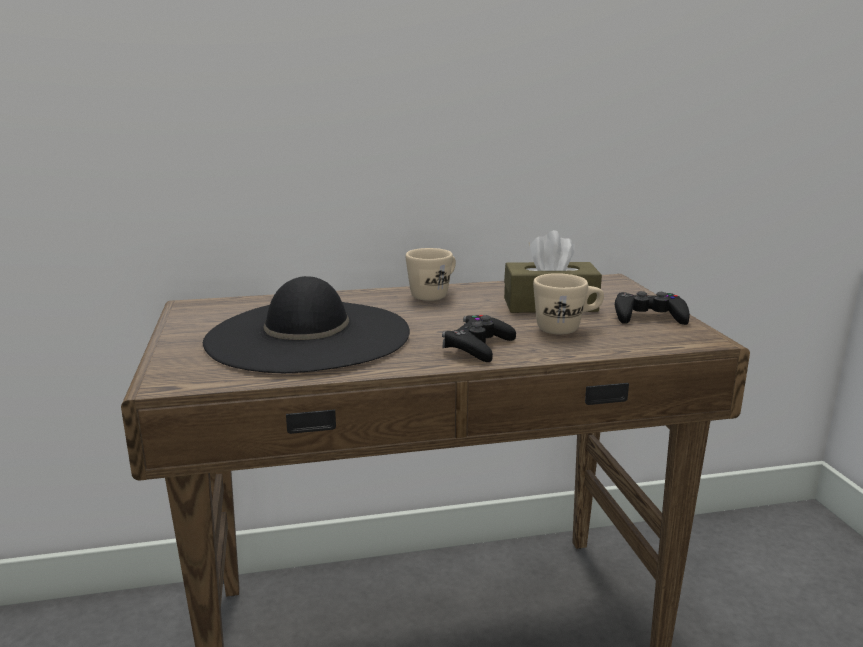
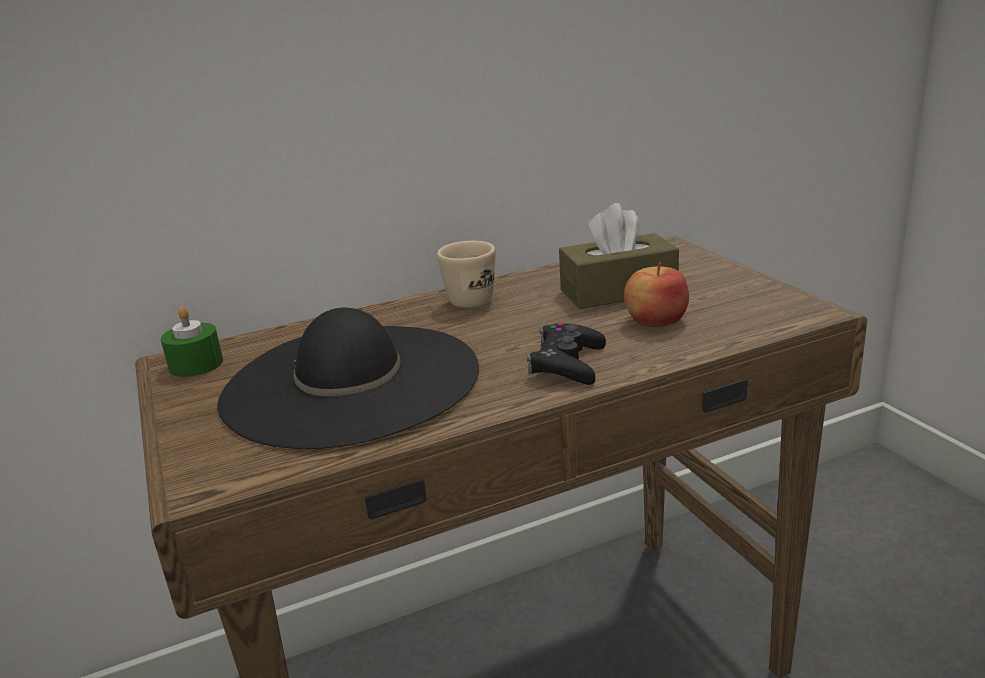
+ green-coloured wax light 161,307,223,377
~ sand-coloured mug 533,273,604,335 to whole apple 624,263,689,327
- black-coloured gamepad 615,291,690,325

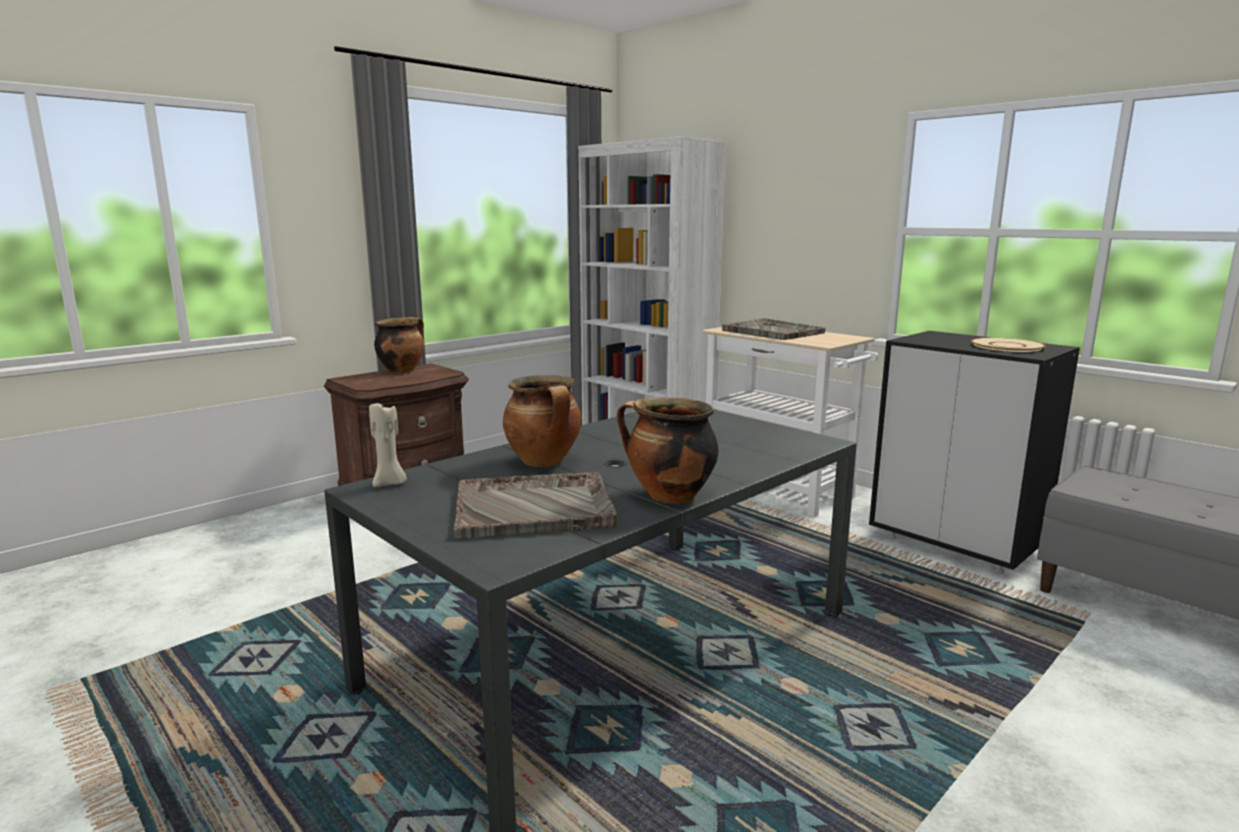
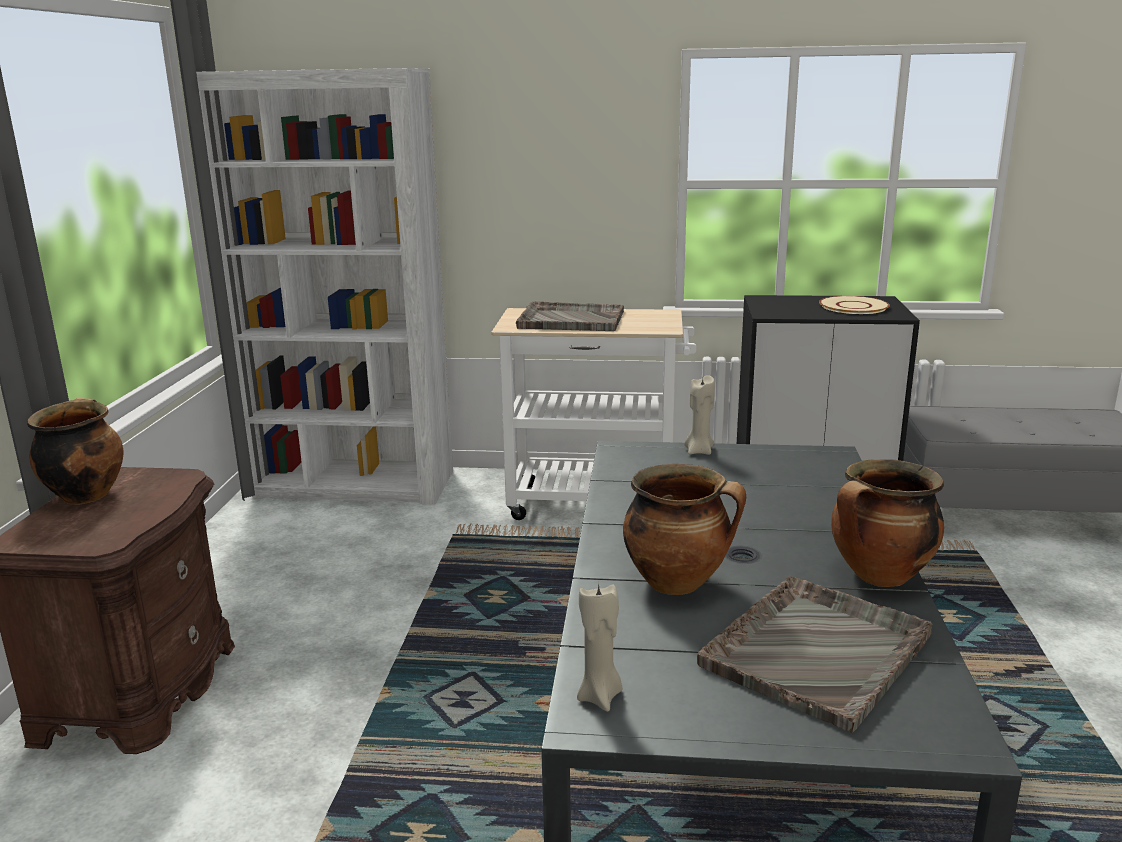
+ sand-coloured wax light 685,375,715,455

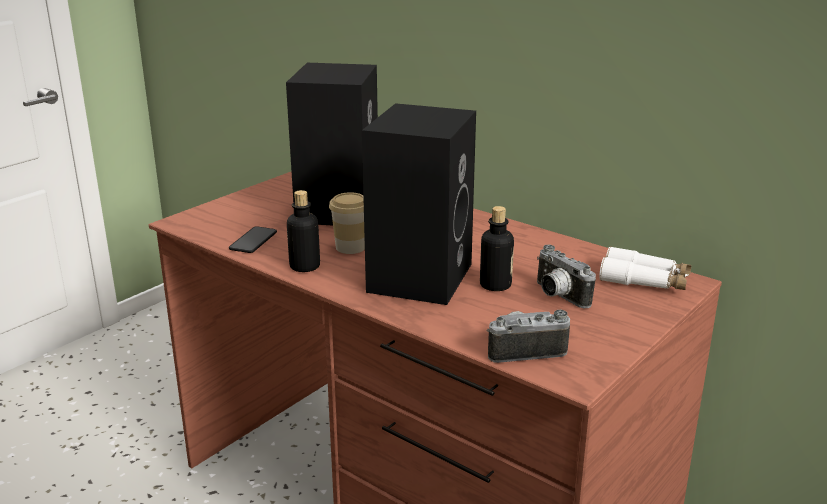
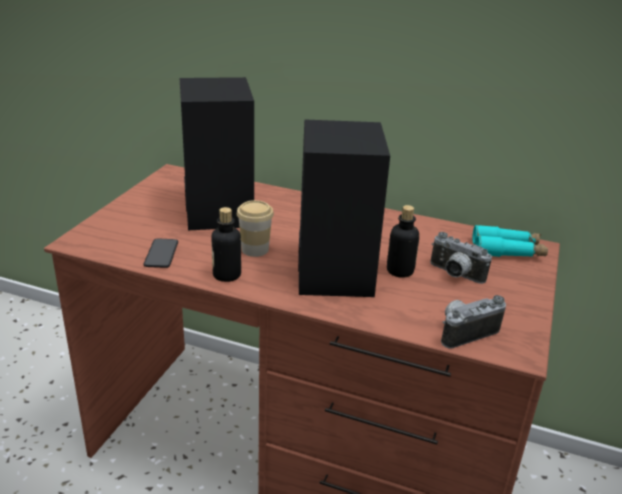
~ whitish field glasses 599,246,692,290 to blue-green field glasses 473,225,548,257

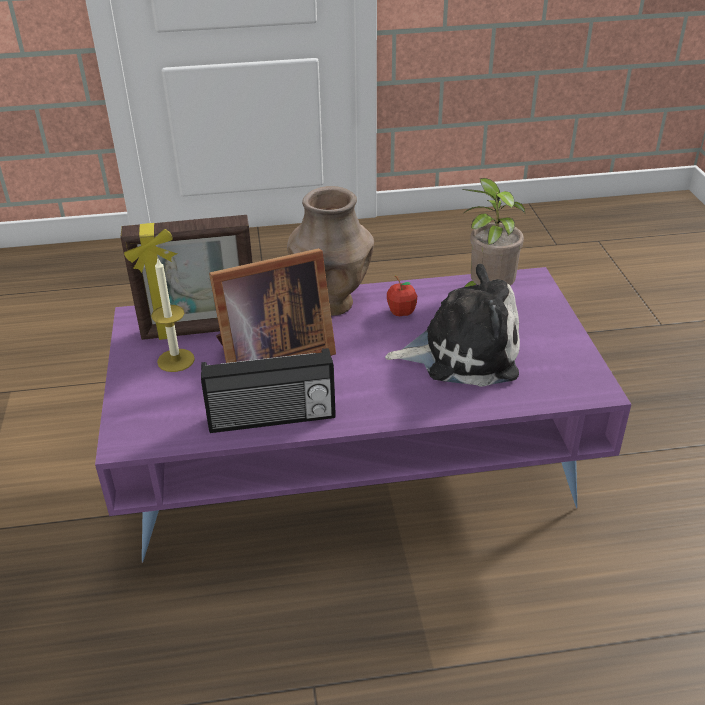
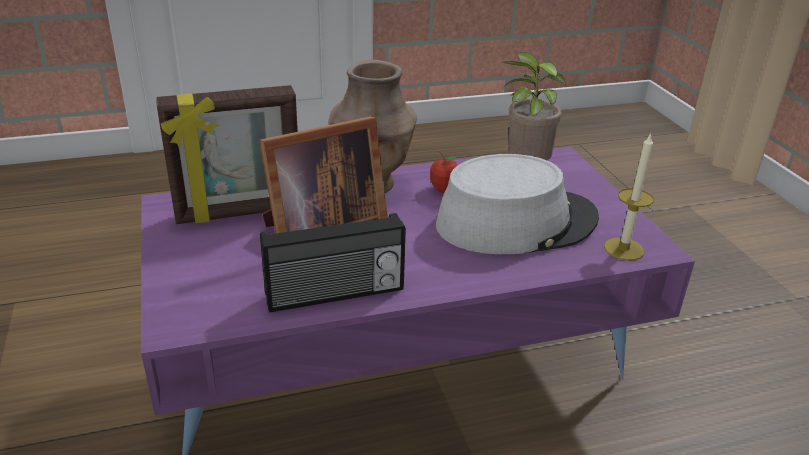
~ cuddly toy 385,264,520,387 to grey clothing hat 436,154,599,254
~ wax light 151,257,195,372 to 604,132,654,260

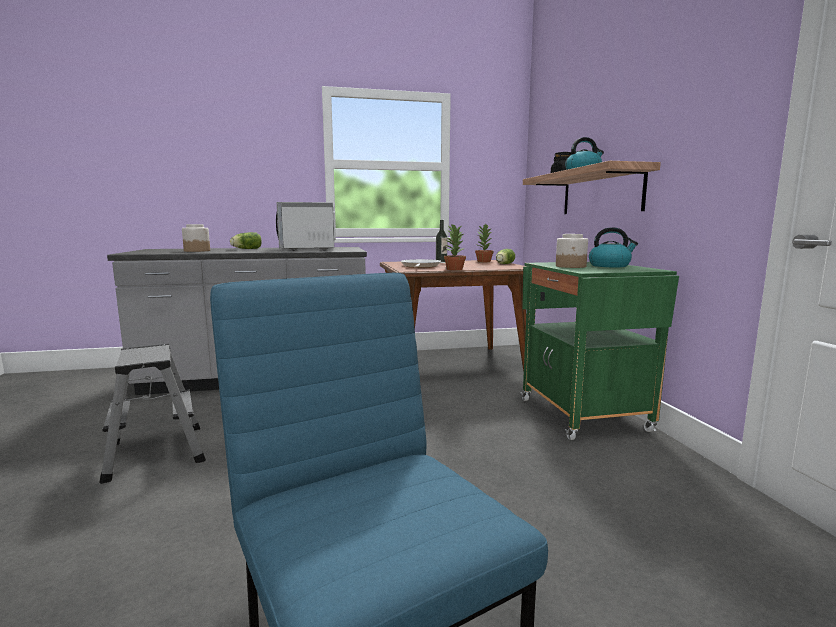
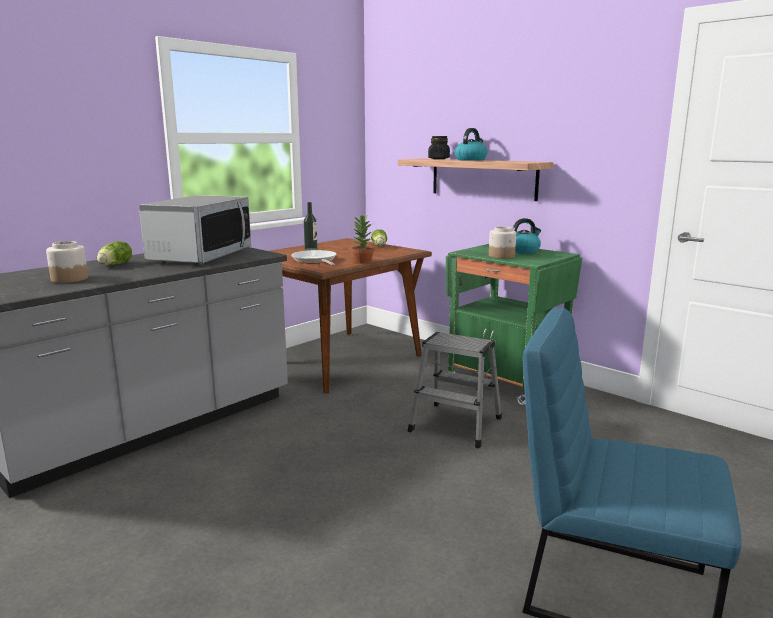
~ microwave 276,202,336,251 = 139,195,251,264 120 degrees counterclockwise
~ grey step ladder 100,344,206,484 to 408,331,502,448
- potted plant 475,224,494,262

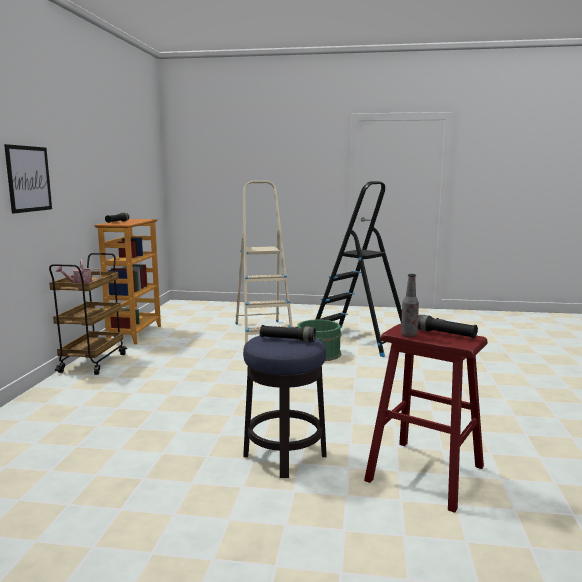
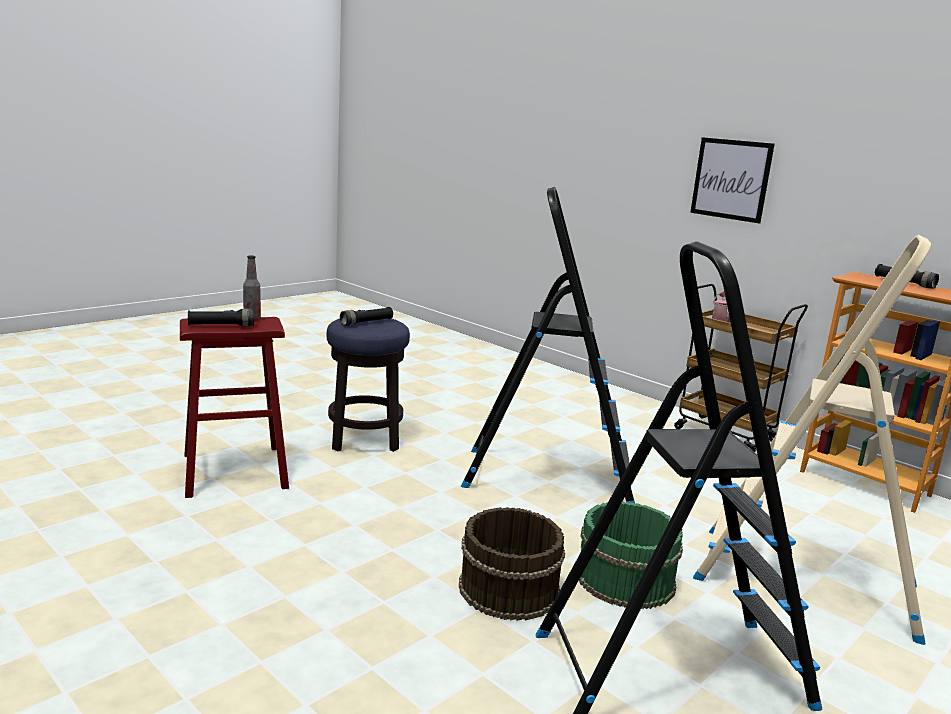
+ brownish pail 459,507,565,621
+ black-coloured step ladder 461,187,635,503

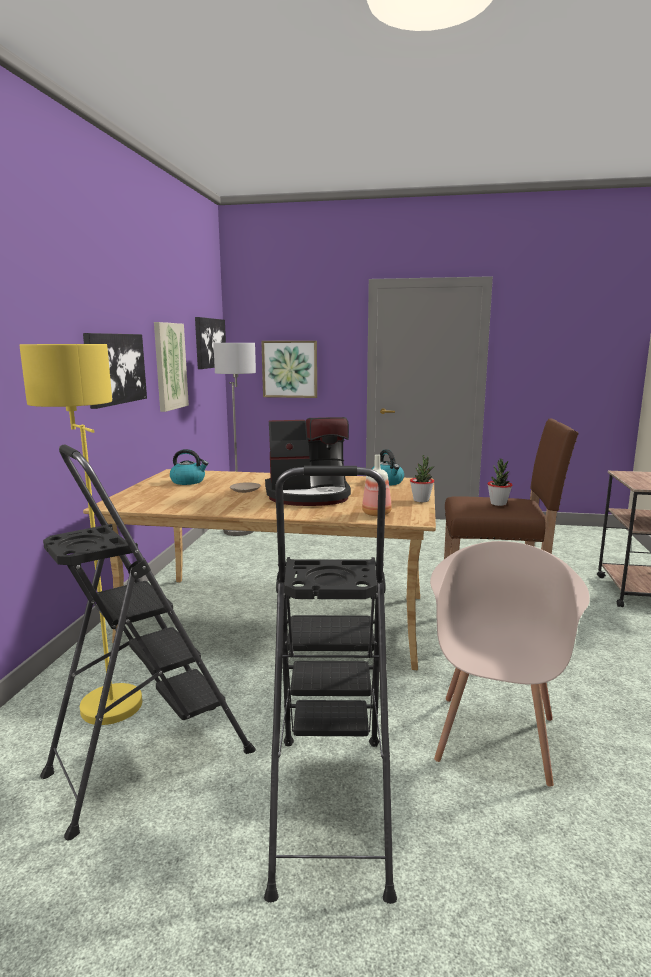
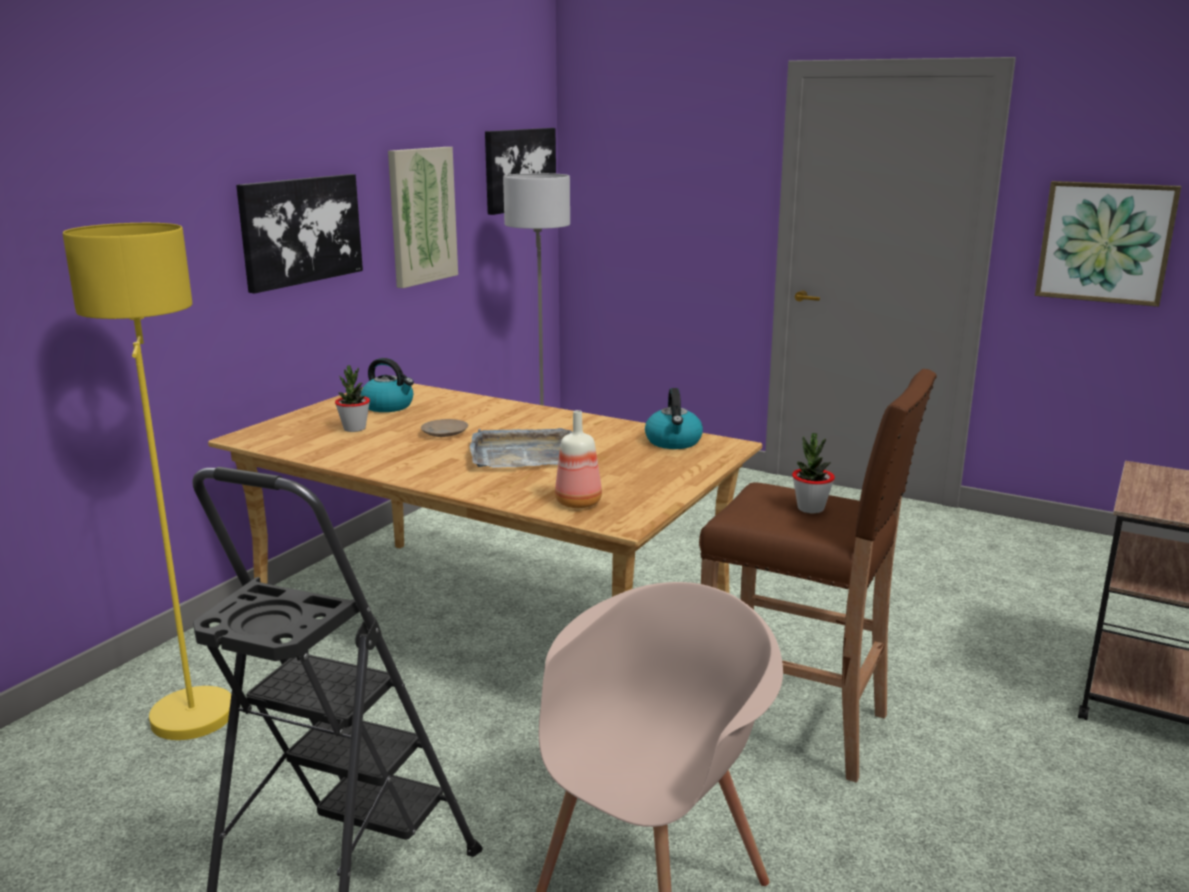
~ potted plant 410,455,434,502 to 335,365,370,432
~ coffee maker 265,417,351,506 to grey serving tray 470,428,572,468
~ wall picture 261,341,317,398 to 1035,181,1181,307
- step ladder 40,444,256,840

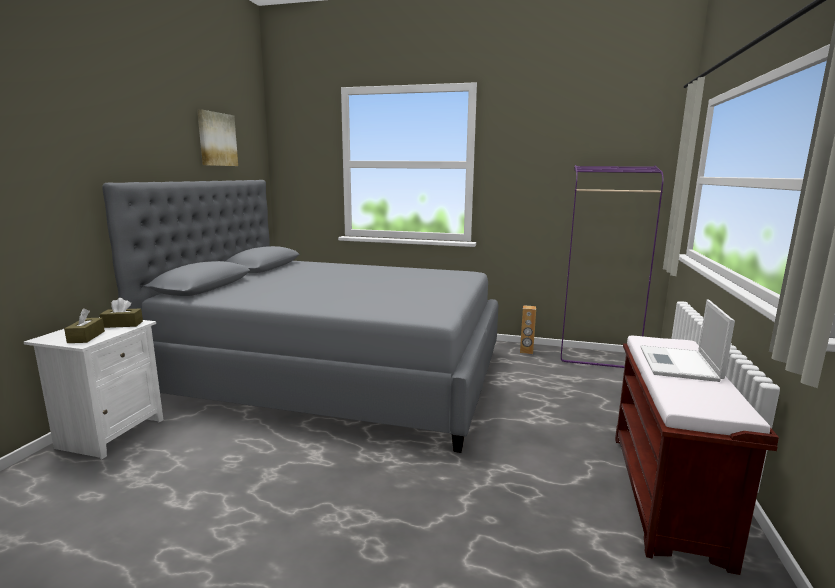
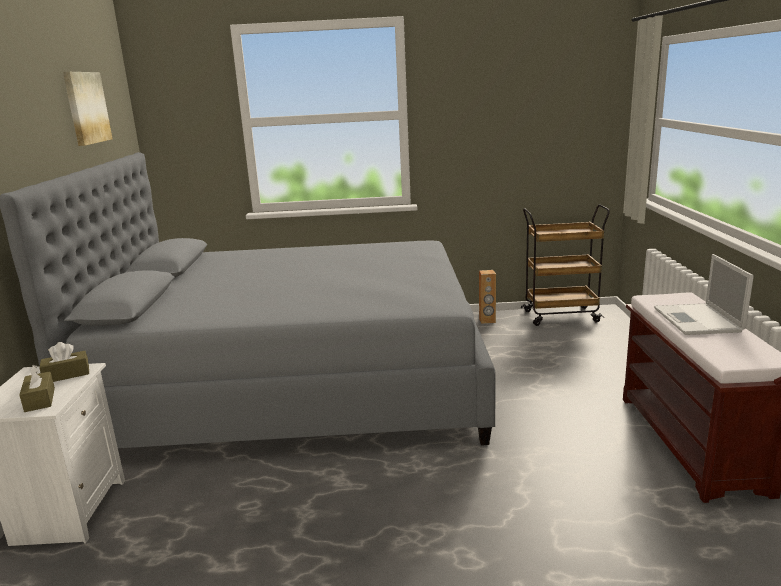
~ purple-coloured garment rack 561,165,664,368 to brownish trolley 521,204,610,326

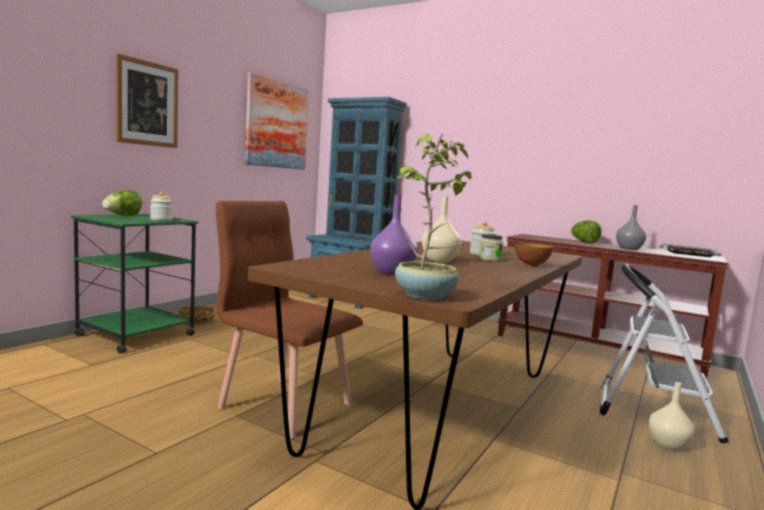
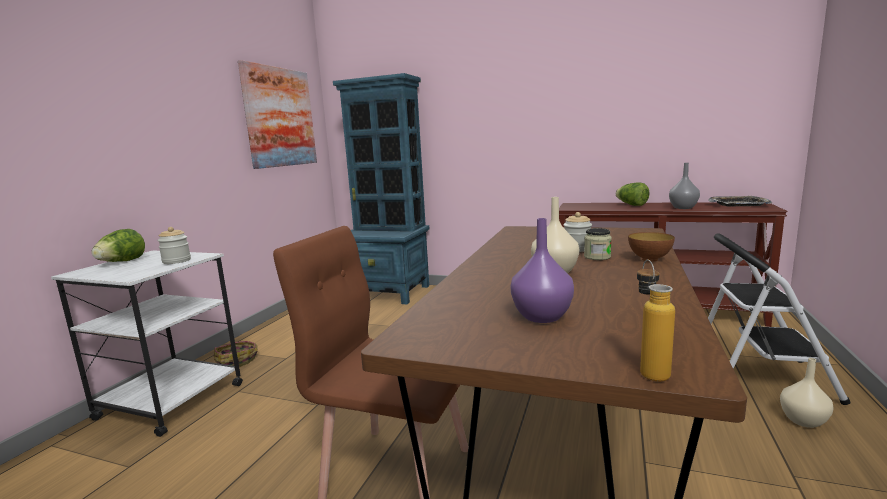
~ green-coloured trolley 71,214,198,354 to whitish trolley 51,250,243,437
~ potted plant 395,134,472,300 to beverage bottle 637,259,675,382
- wall picture 116,53,178,148

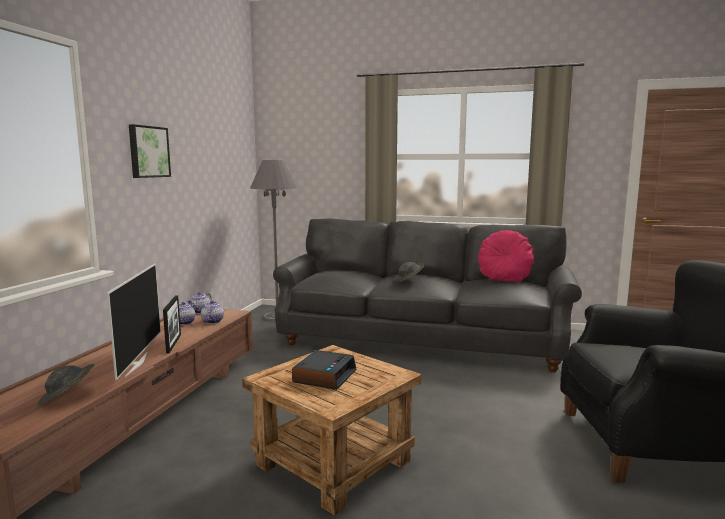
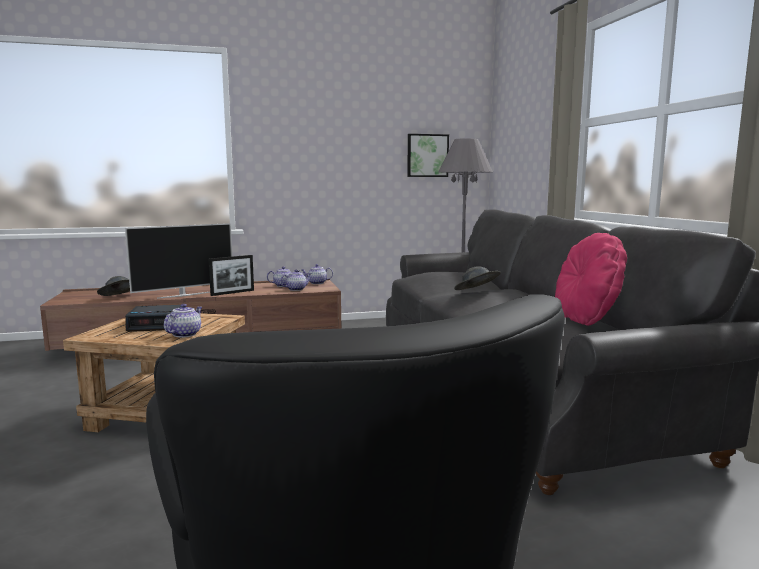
+ teapot 164,304,202,338
~ wall picture 129,124,171,178 to 407,134,449,177

